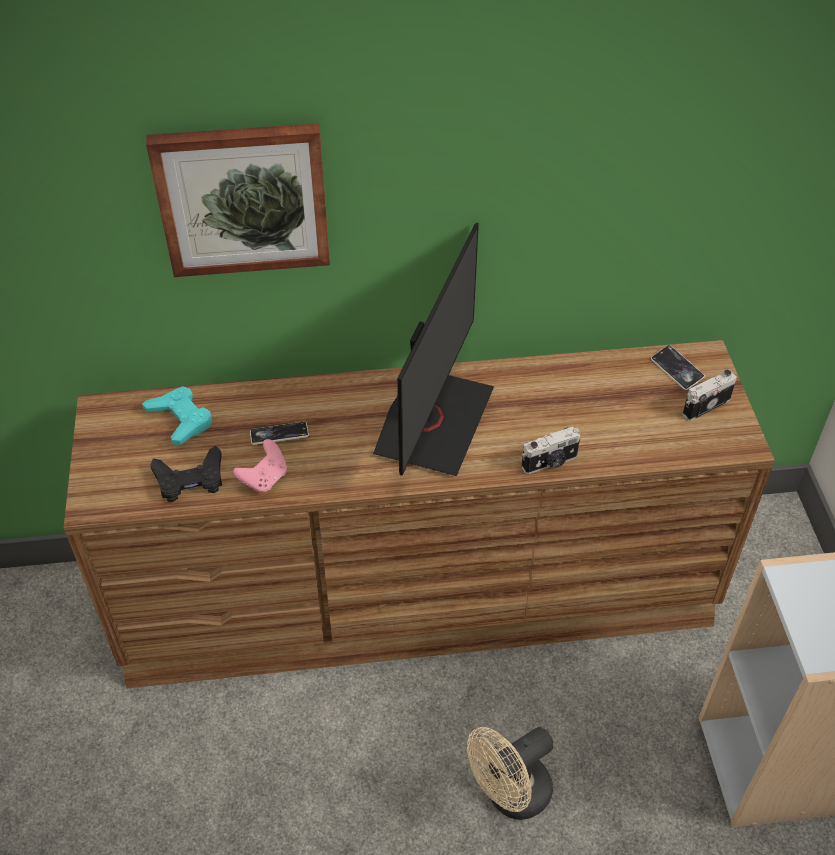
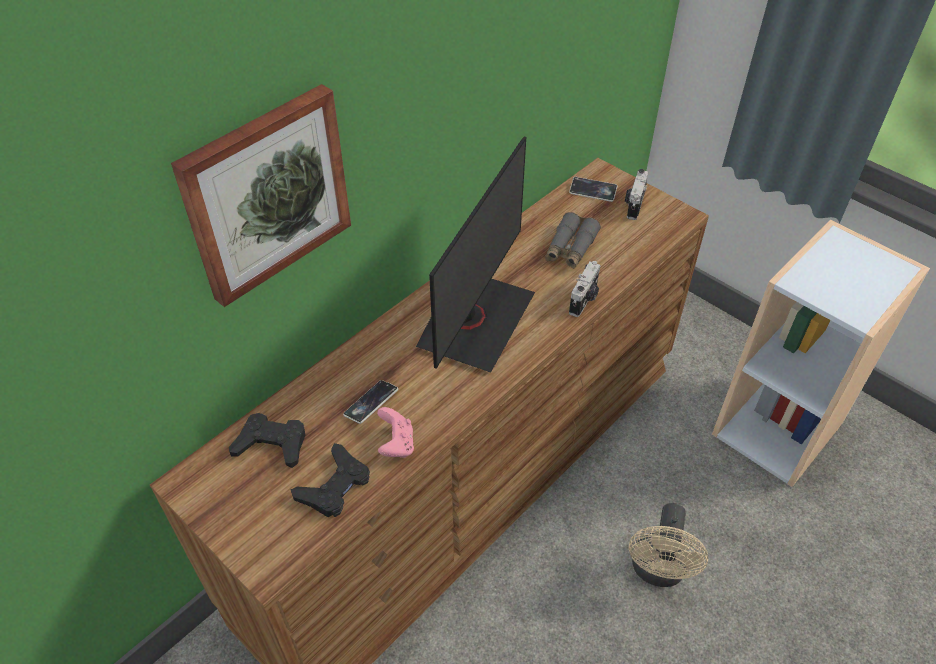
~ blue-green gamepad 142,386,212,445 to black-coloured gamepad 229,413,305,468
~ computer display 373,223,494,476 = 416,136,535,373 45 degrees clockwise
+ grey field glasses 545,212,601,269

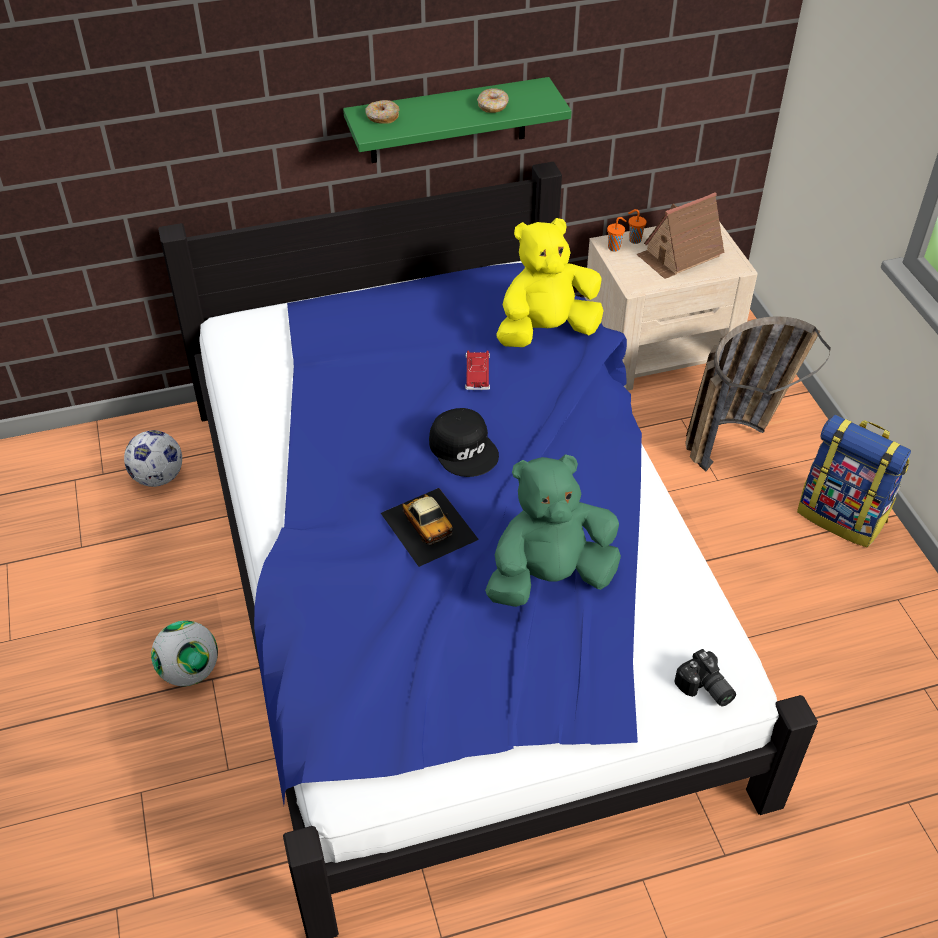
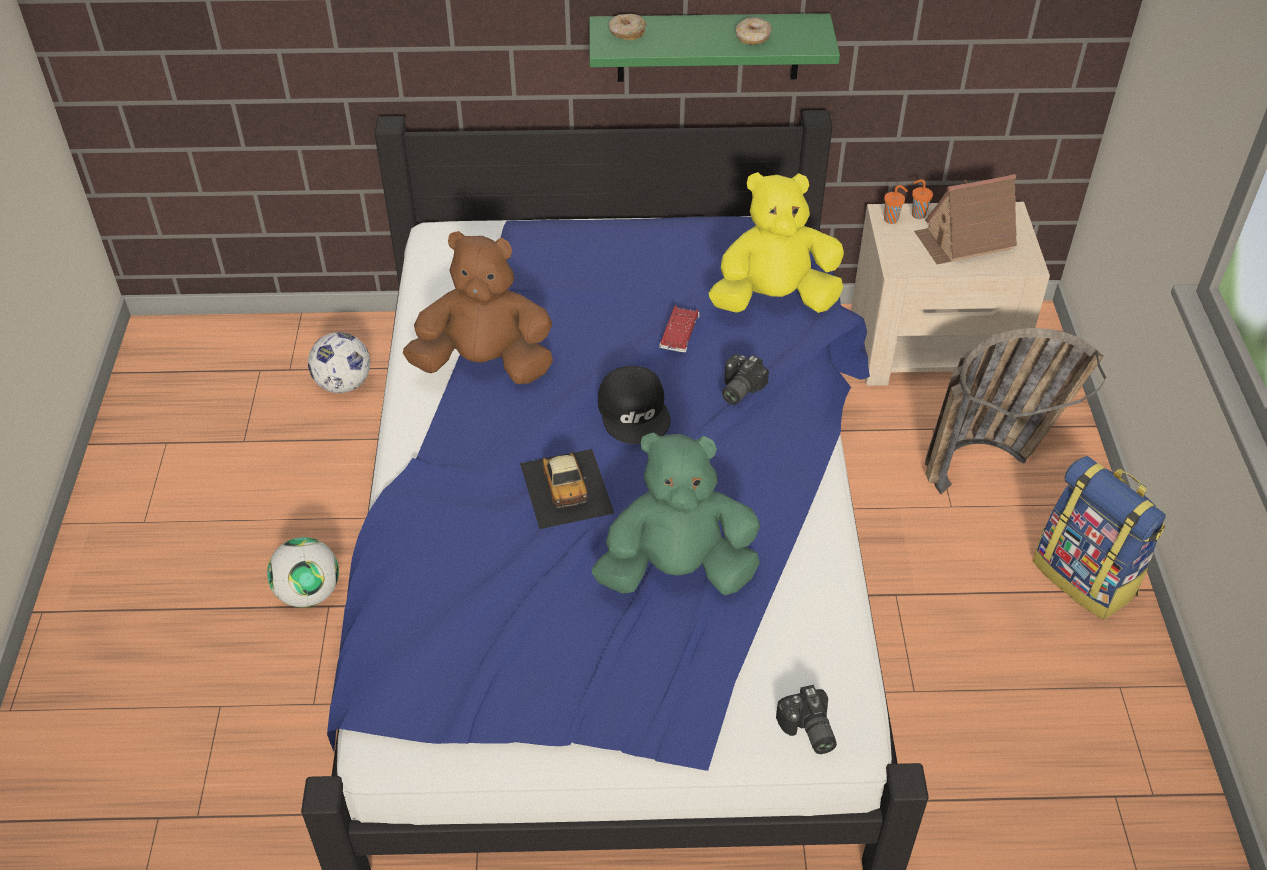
+ brownish cuddly toy 403,231,553,384
+ still camera 722,354,769,405

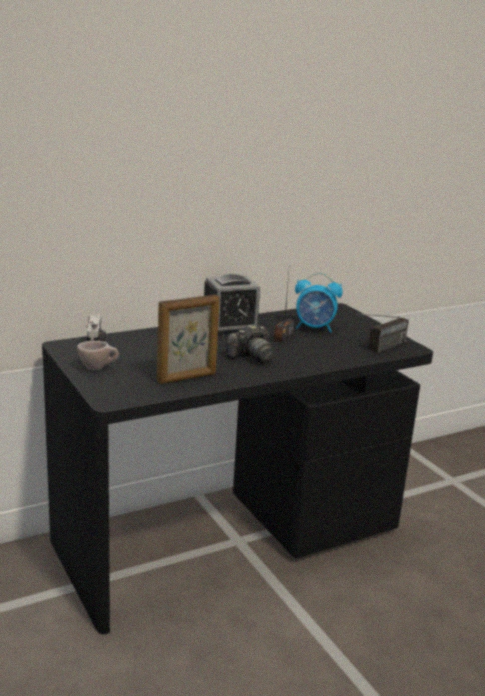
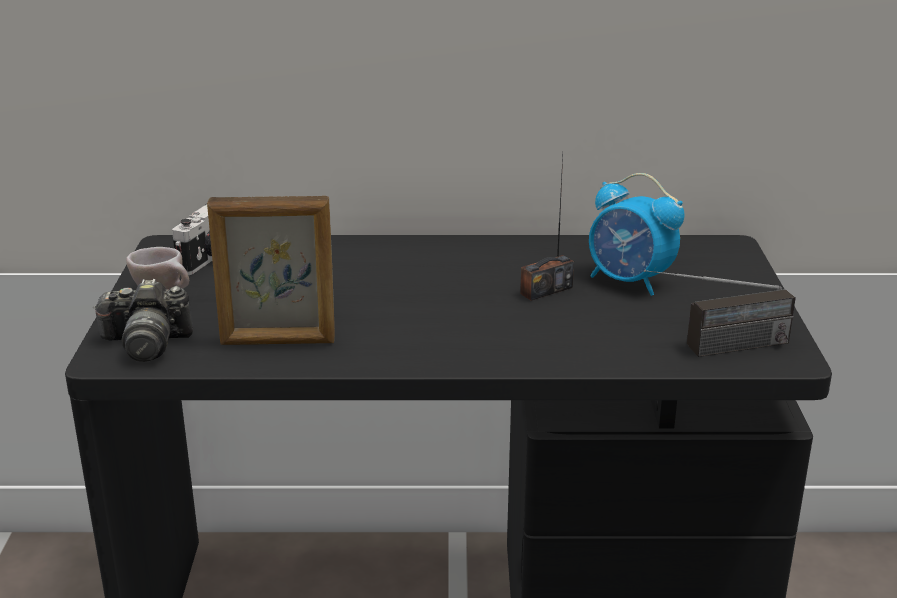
~ still camera 226,324,274,363 to 93,279,193,362
- table clock 204,274,261,335

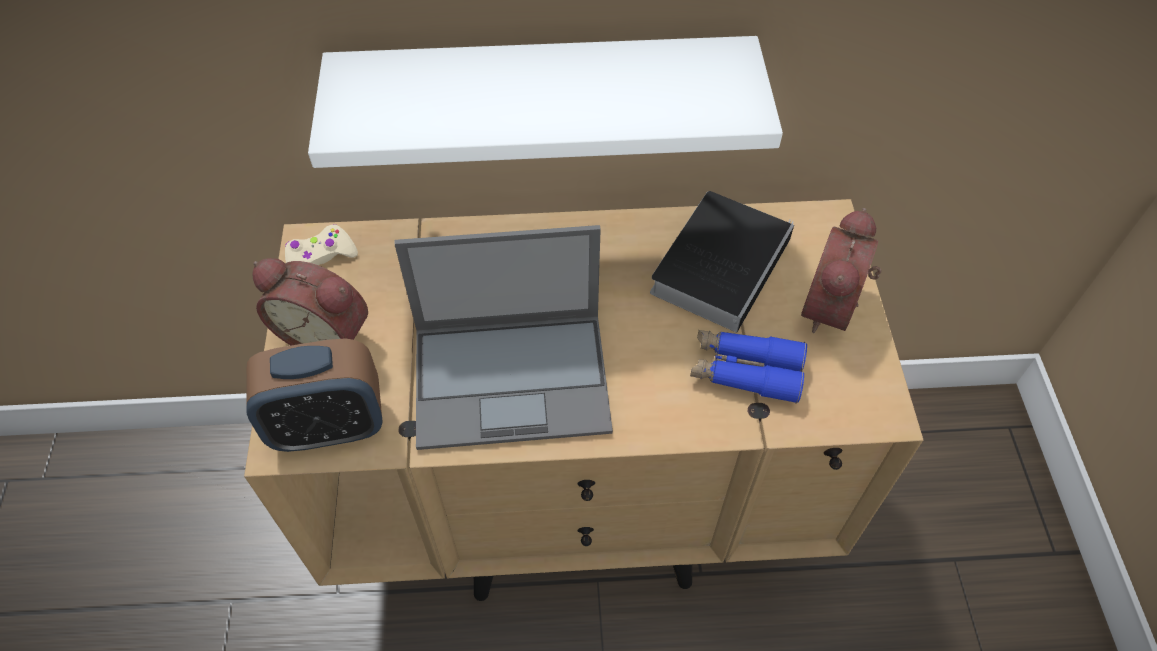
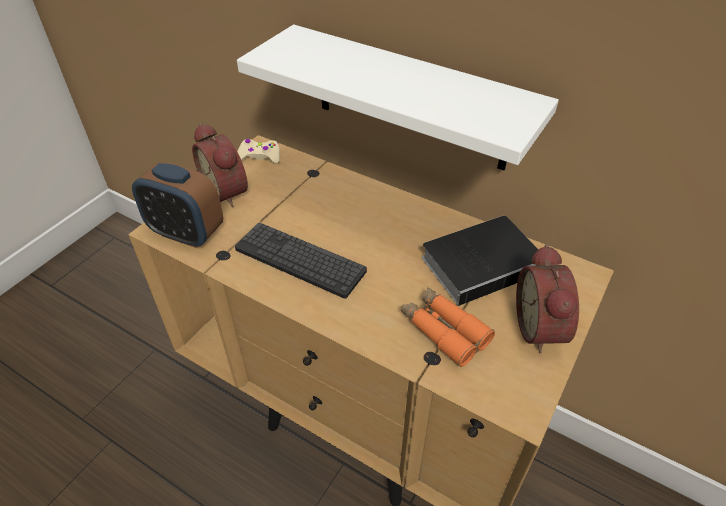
~ notebook computer 394,225,613,450 to computer keyboard 235,223,367,299
~ bluish field glasses 690,330,807,404 to orange field glasses 401,287,495,367
~ table clock 801,208,881,333 = 516,244,579,353 60 degrees counterclockwise

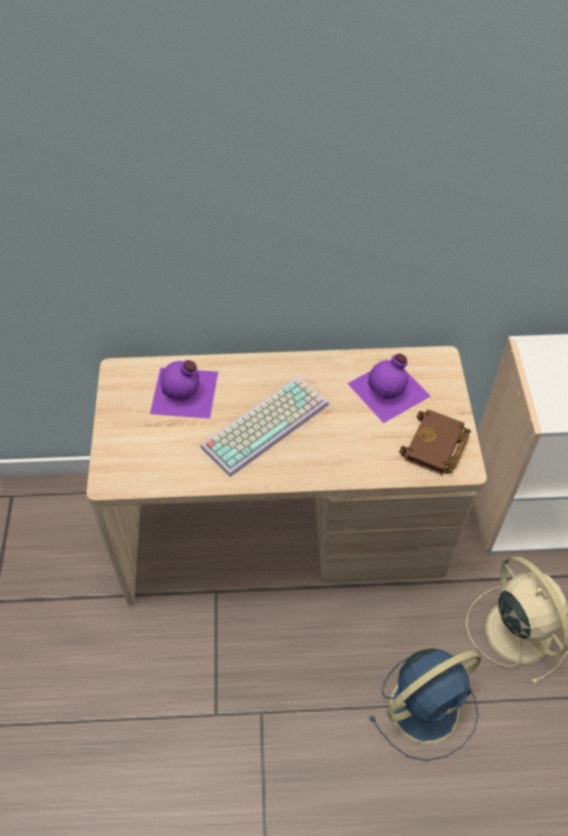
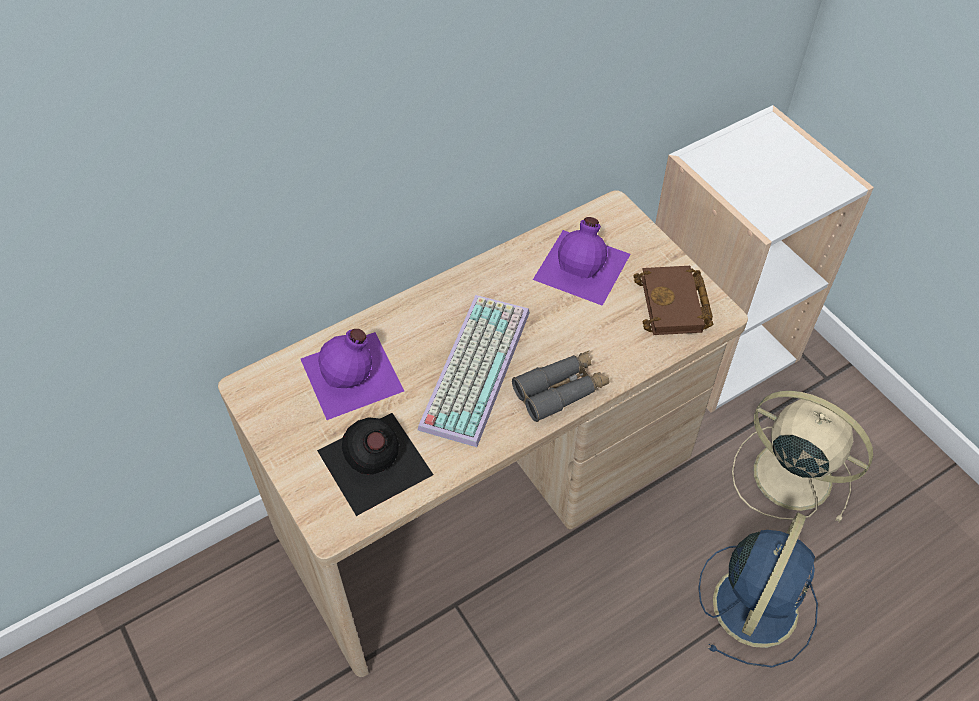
+ black-coloured beverage bottle 317,413,434,516
+ grey field glasses 512,351,610,422

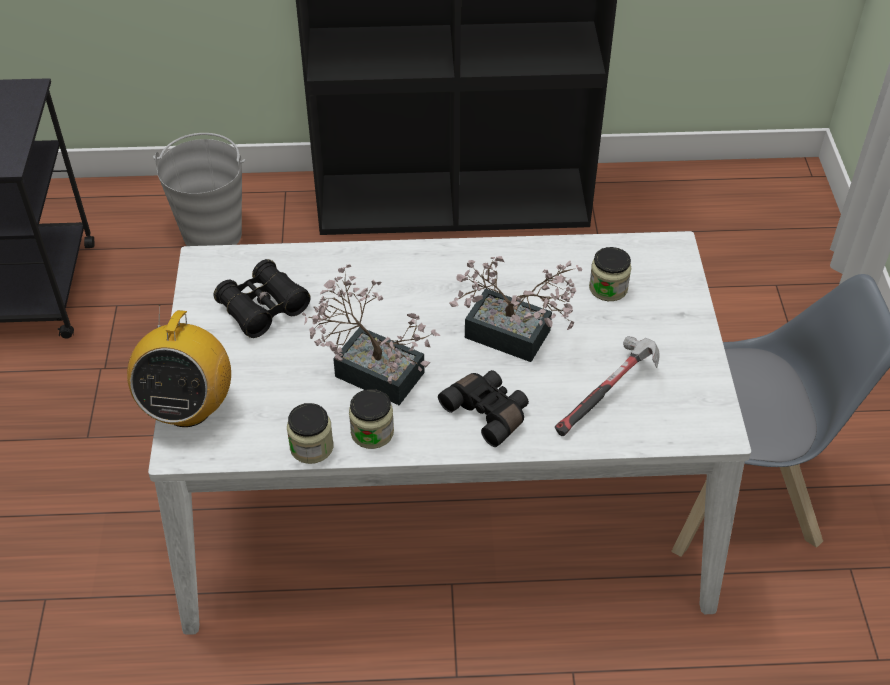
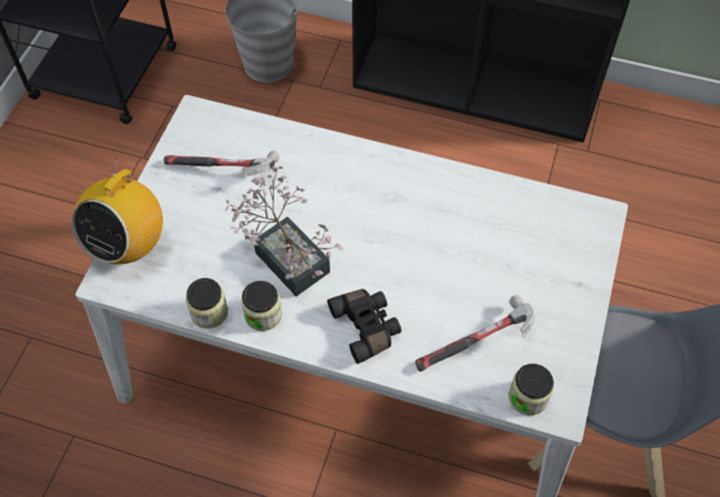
~ black-coloured field glasses 213,259,311,338 to hammer 164,151,280,177
~ jar 589,247,631,301 to 508,364,554,415
- potted plant 449,256,582,362

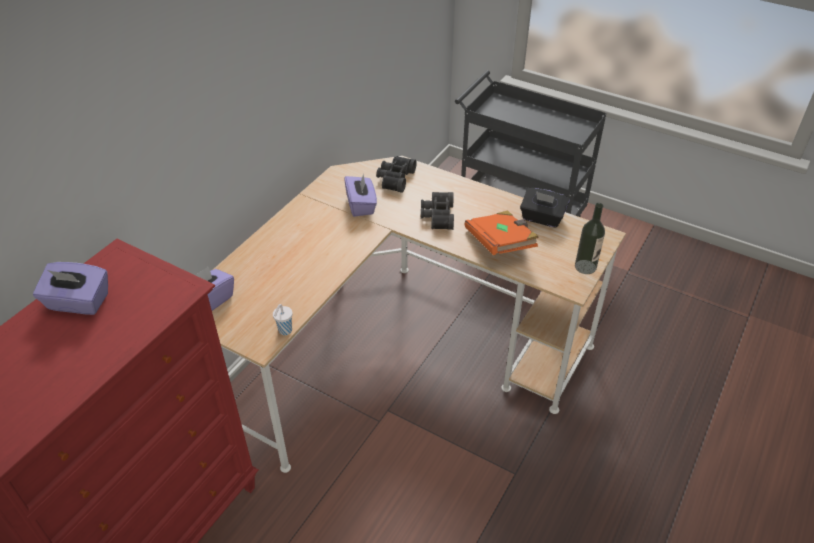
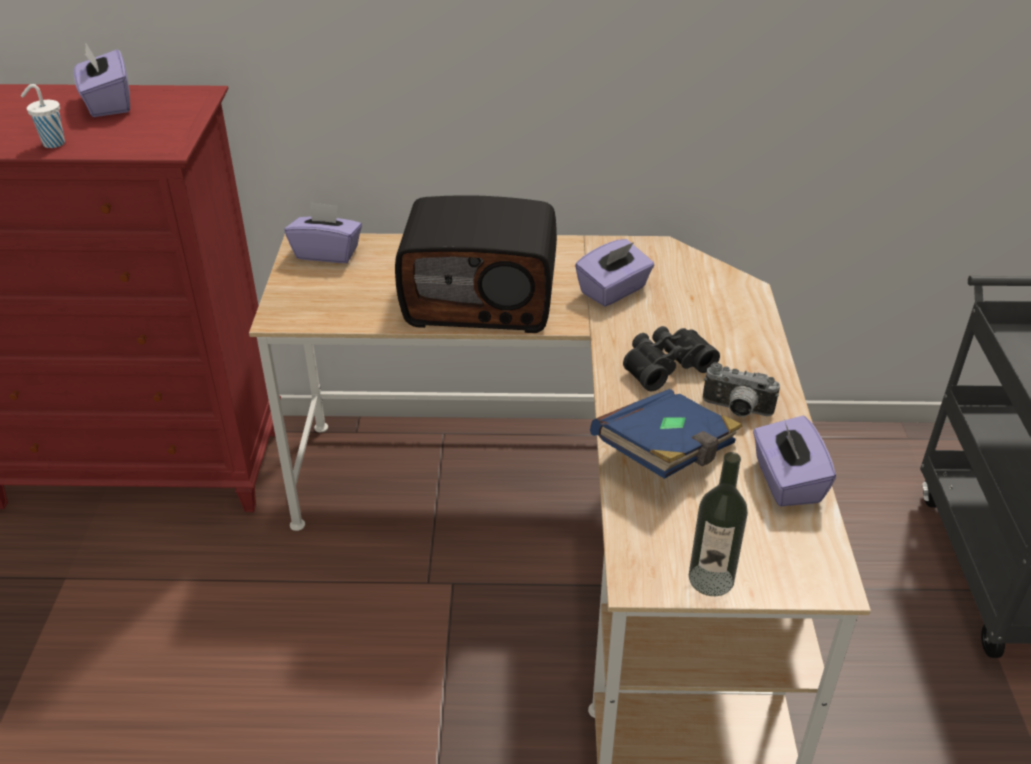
~ whitish cup 273,304,293,335 to 21,84,65,148
+ radio 395,195,557,333
~ orange bound book 465,210,539,255 to bluish bound book 590,389,742,479
+ still camera 703,363,780,417
~ black-coloured tissue holder 520,188,570,228 to purple-coloured tissue holder 753,416,836,507
- black-coloured field glasses 376,156,417,193

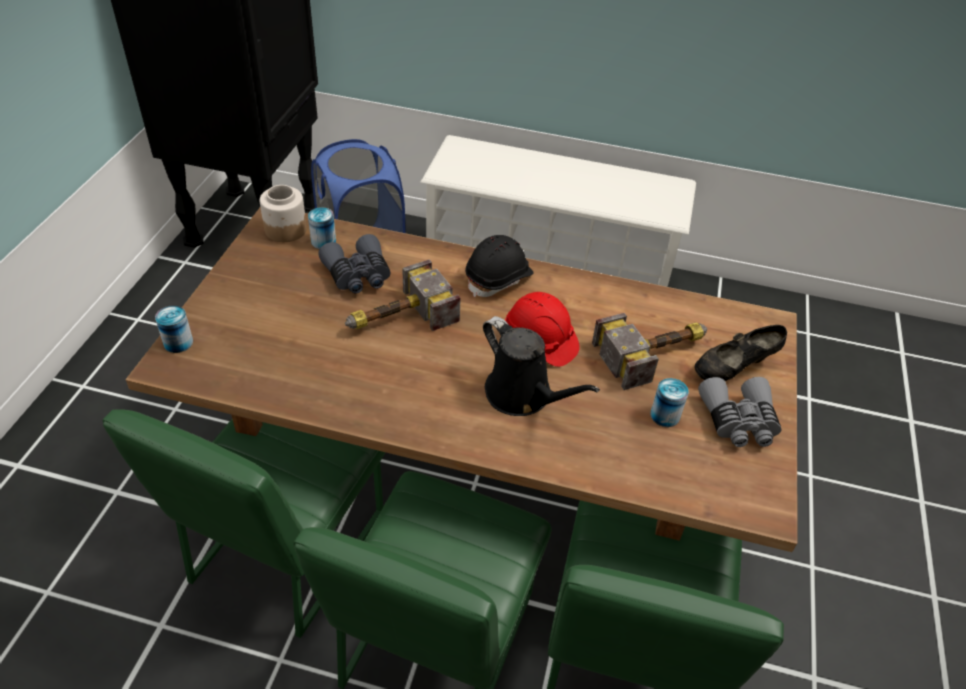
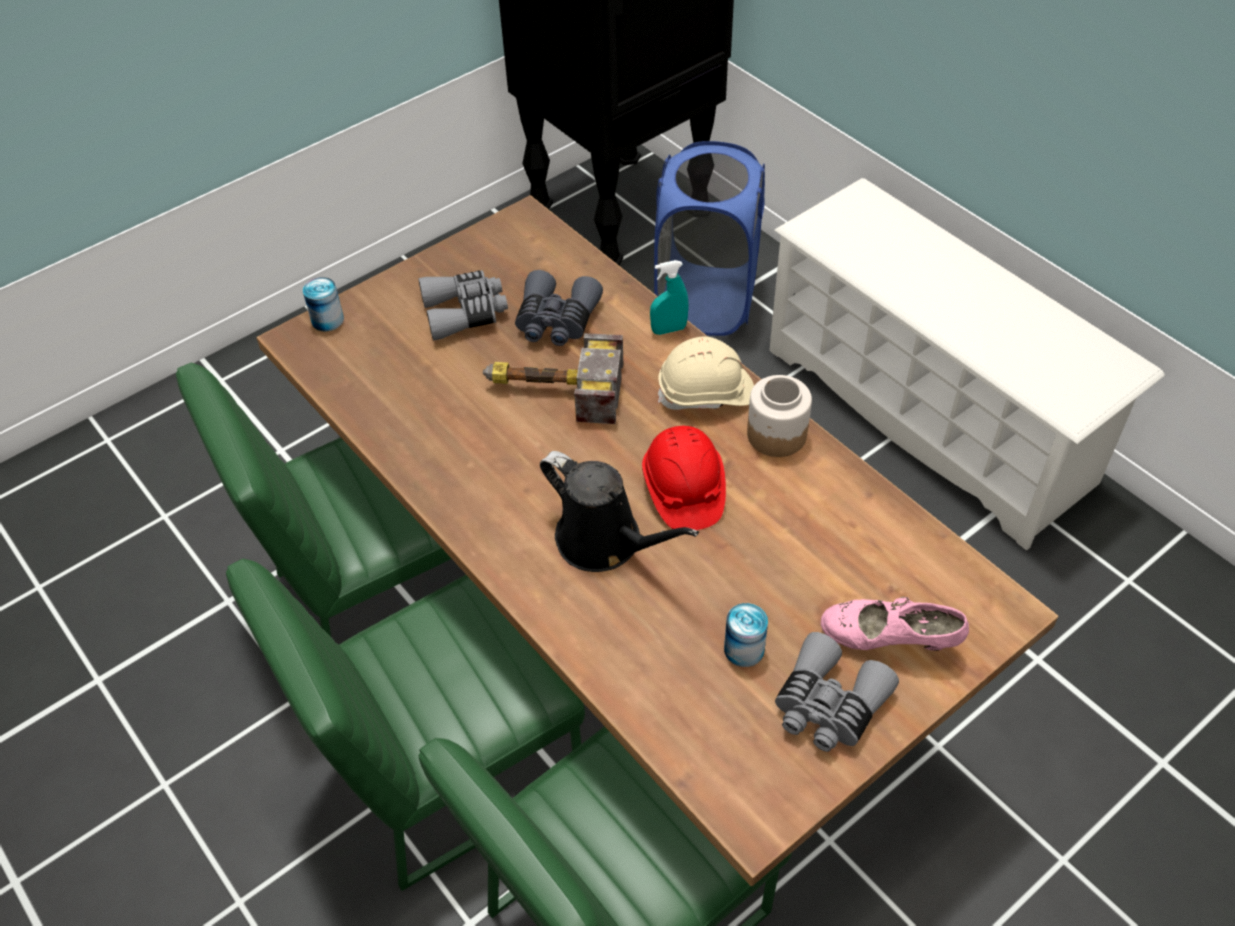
+ grey field glasses 418,270,508,341
~ black-coloured watering can 483,316,600,416 = 540,451,699,572 45 degrees counterclockwise
+ blue-green spray bottle 650,260,689,335
~ black-coloured hard hat 465,235,534,297 to sand-coloured hard hat 658,337,754,410
~ jar 260,185,307,242 to 747,375,812,457
~ black-coloured item of footwear 694,325,787,381 to pink item of footwear 821,597,969,651
- can 308,207,336,249
- hammer 592,313,707,390

